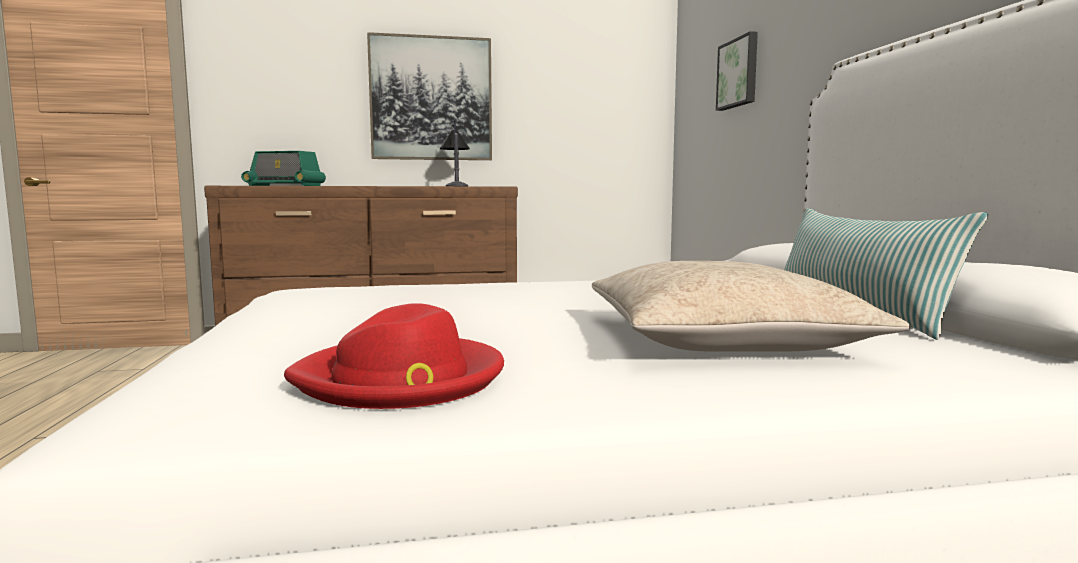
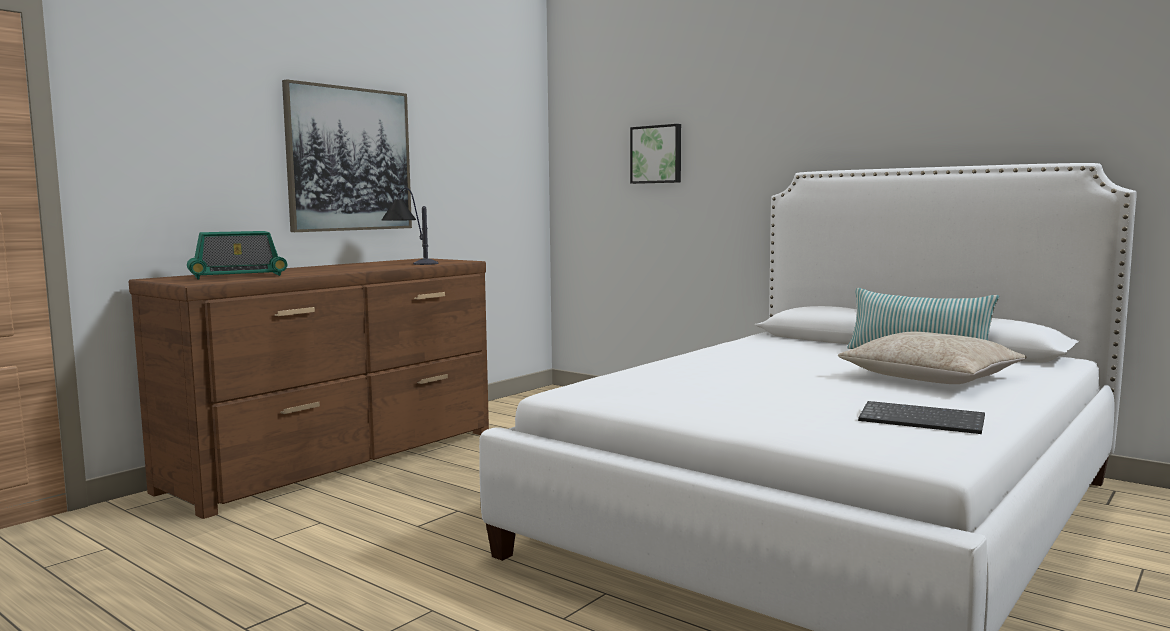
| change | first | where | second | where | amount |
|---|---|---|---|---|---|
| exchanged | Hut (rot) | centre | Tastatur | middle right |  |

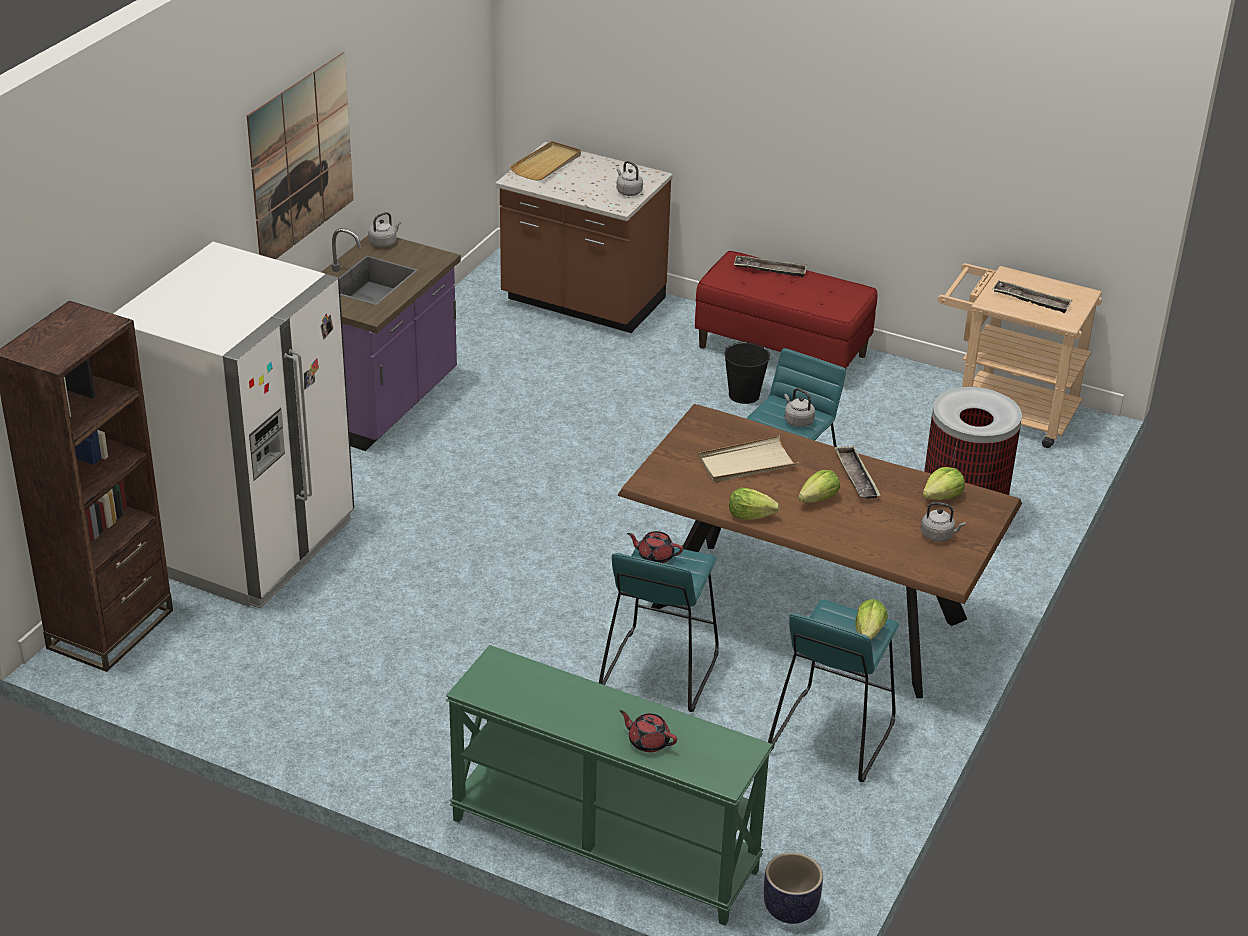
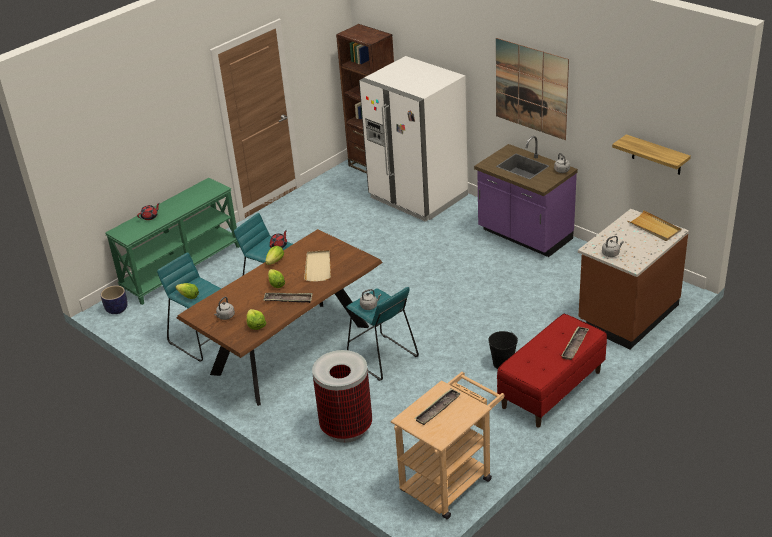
| change | first | where | second | where | amount |
|---|---|---|---|---|---|
| appeared |  |  | Wandregal | top right |  |

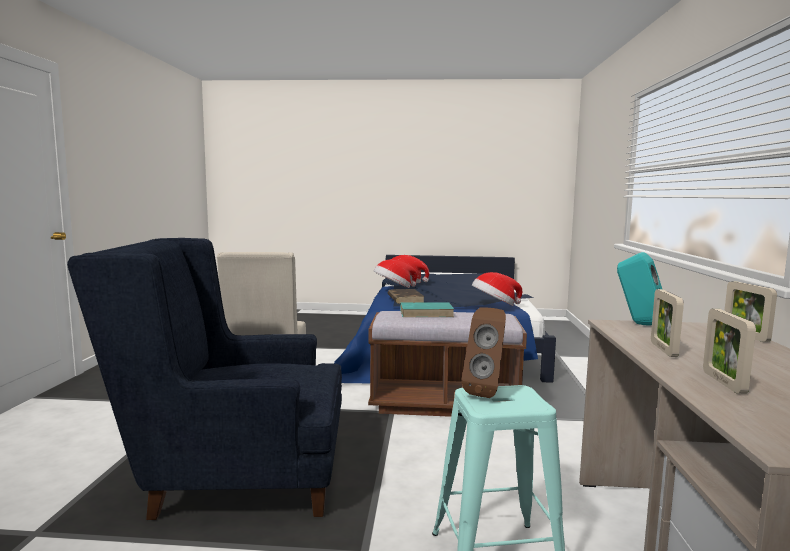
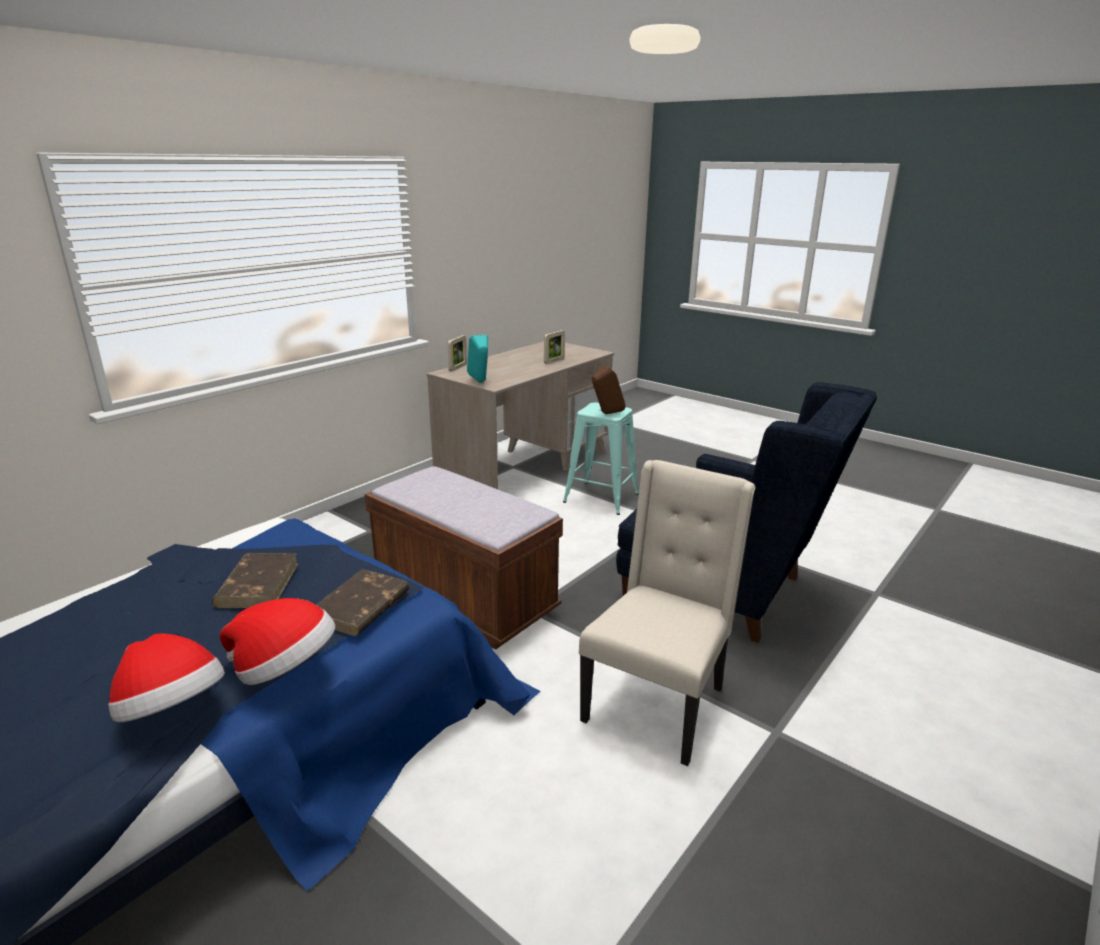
| change | first | where | second | where | amount |
|---|---|---|---|---|---|
| missing | Buch (türkis) | centre |  |  |  |
| missing | Hut (no. 3 from left) | centre |  |  |  |
| missing | Bilderrahmen (no. 1 from left) | middle right |  |  |  |
| appeared |  |  | Buch (braun) (no. 1 from left) | middle left |  |

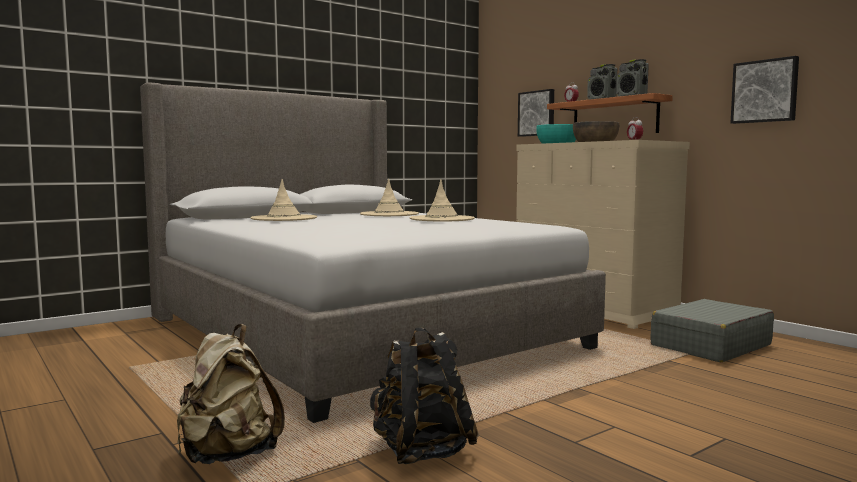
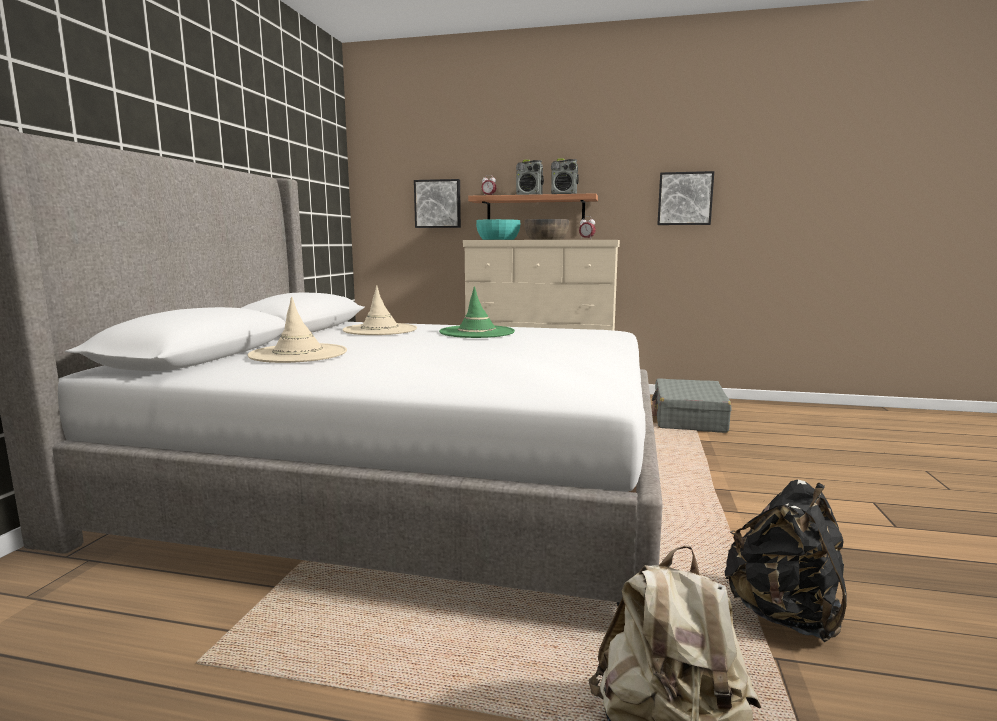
| change | first | where | second | where | amount |
|---|---|---|---|---|---|
| colour | Hut (beige) (no. 3 from left) | centre | Hut (grün) | centre |  |

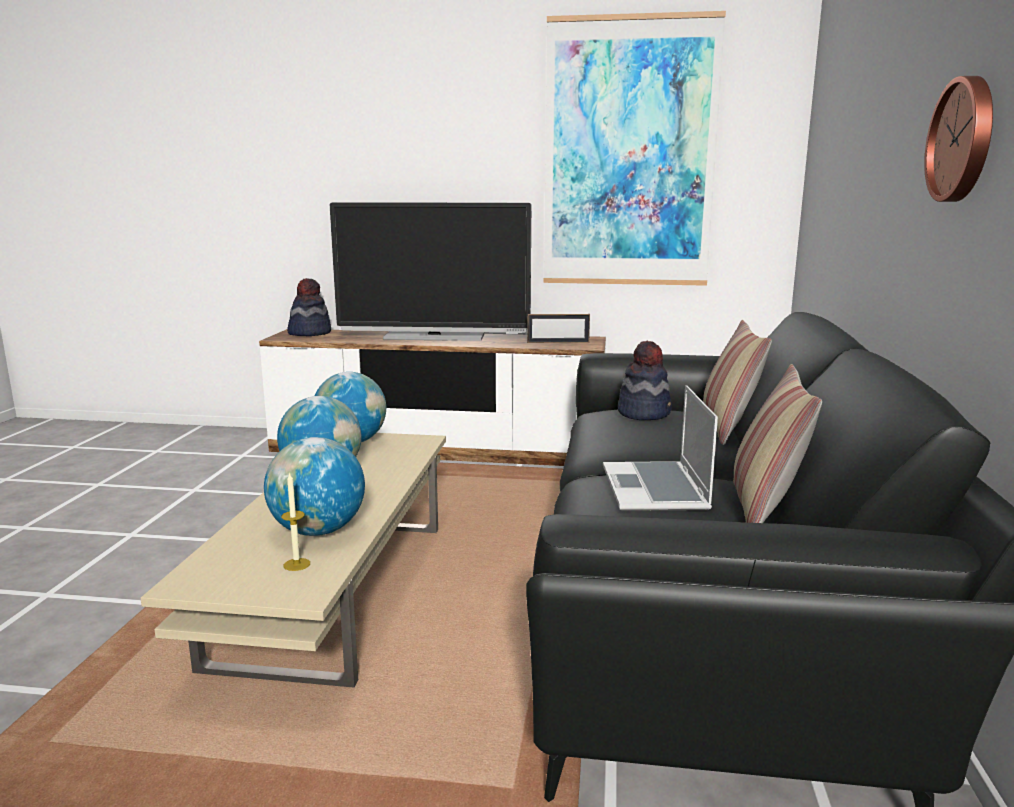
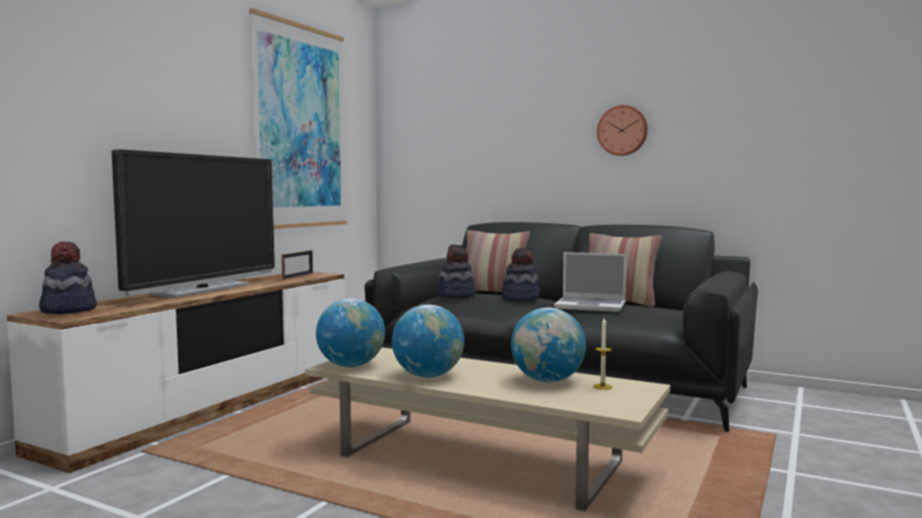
| change | first | where | second | where | amount |
|---|---|---|---|---|---|
| appeared |  |  | Hut (no. 3 from left) | centre |  |

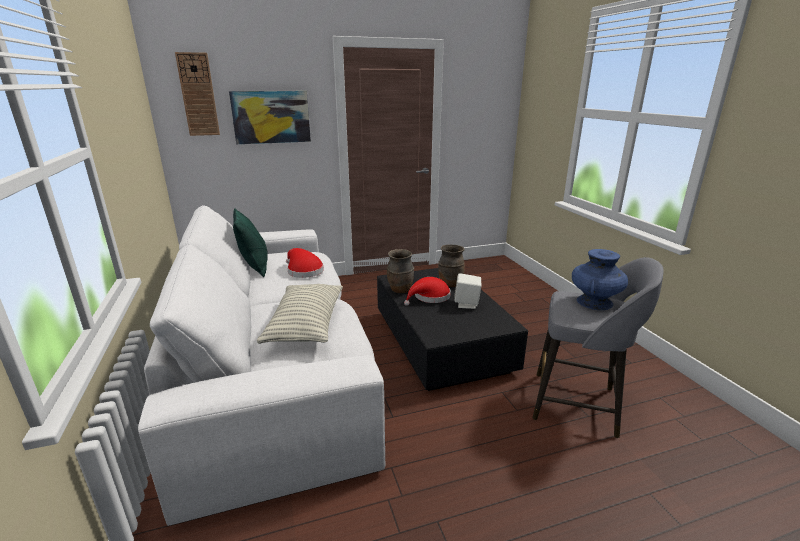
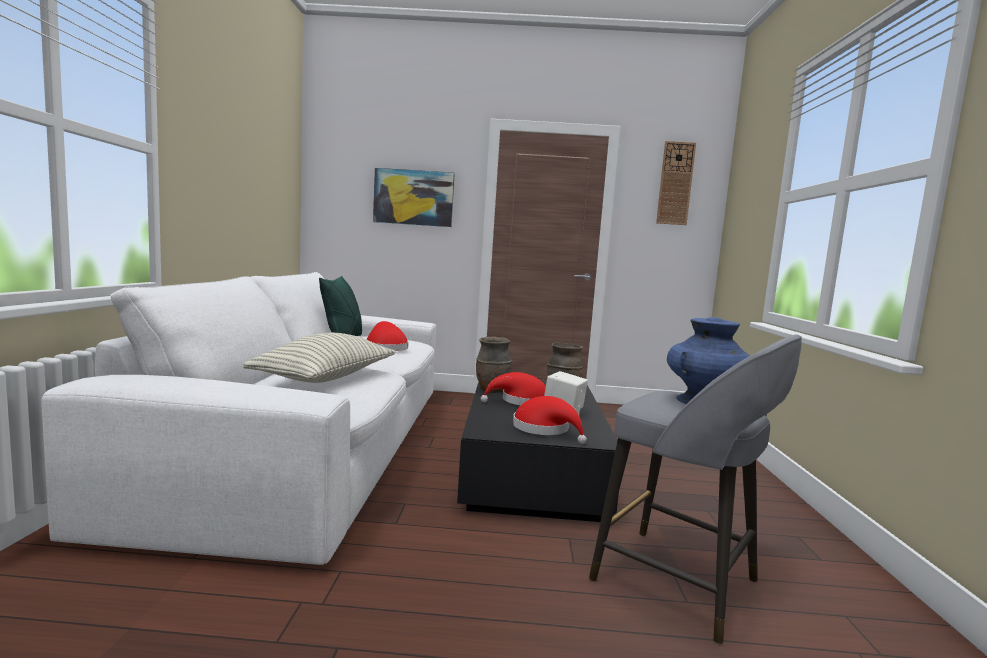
| change | first | where | second | where | amount |
|---|---|---|---|---|---|
| relocated | Wanduhr | top left |  | top right |  |
| appeared |  |  | Hut (rot) (no. 3 from left) | centre |  |

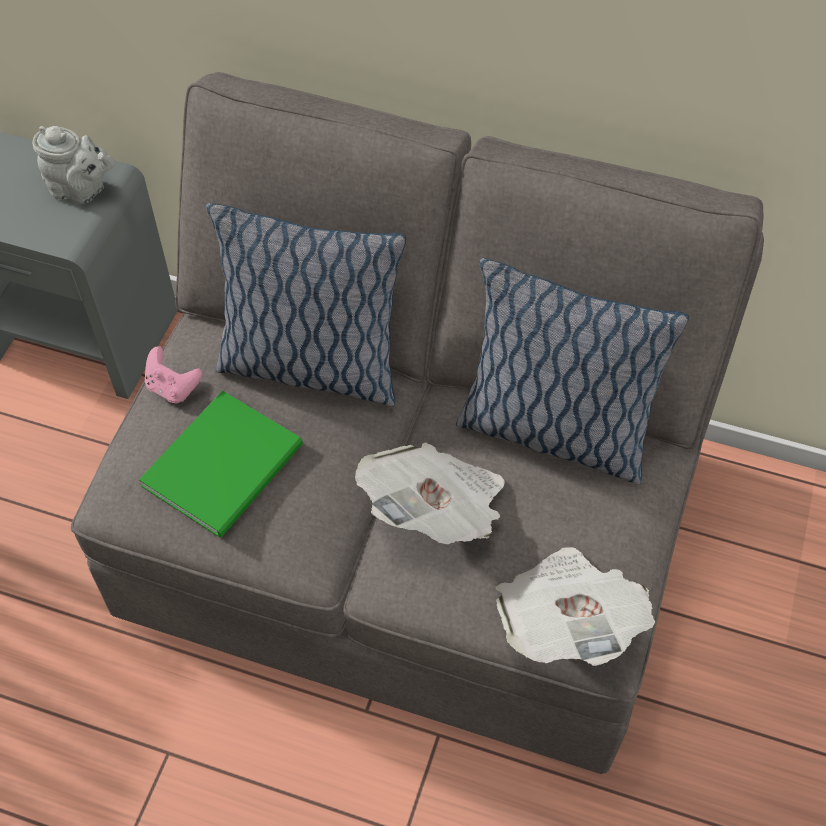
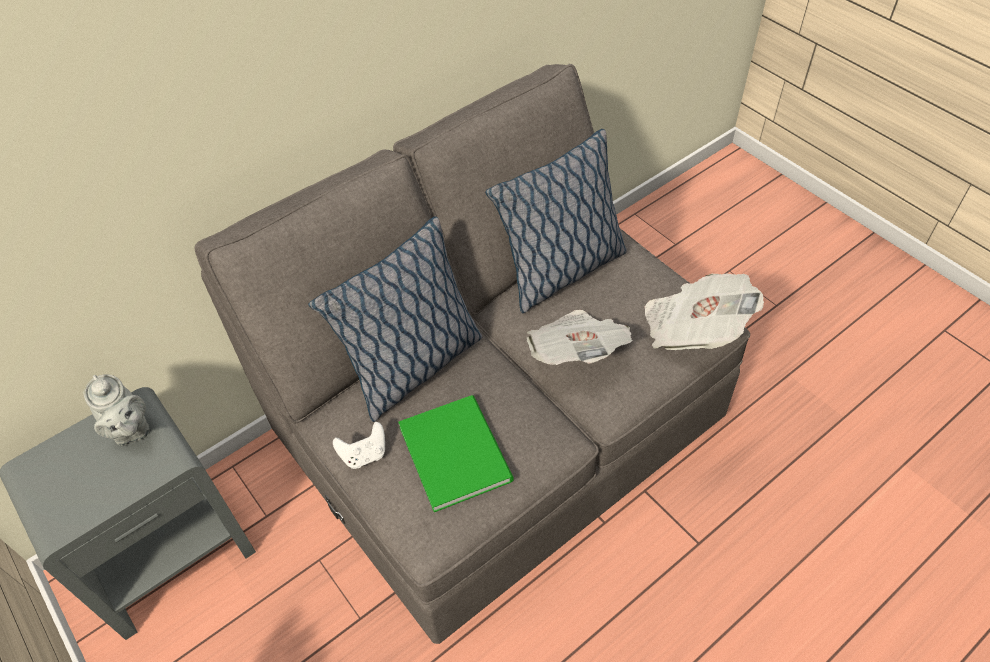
| change | first | where | second | where | amount |
|---|---|---|---|---|---|
| spun | Teekanne (grau) | top left |  | middle left | 90 degrees clockwise |
| colour | Gamepad (rosa) | middle left | Gamepad (weiß) | bottom centre |  |

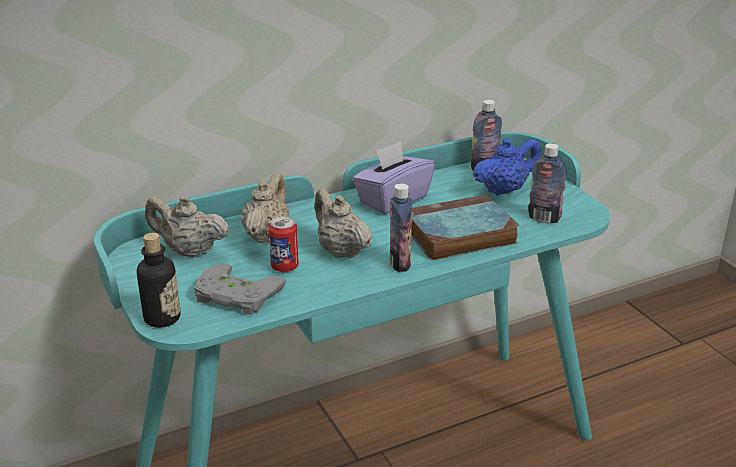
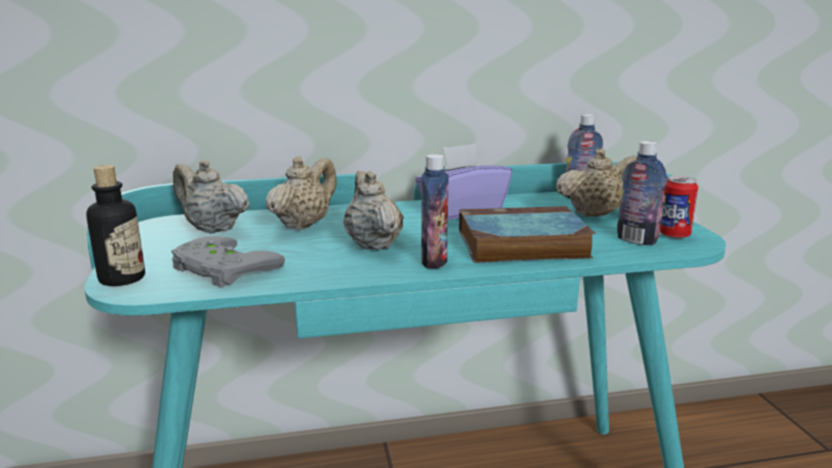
| change | first | where | second | where | amount |
|---|---|---|---|---|---|
| relocated | Dose | centre |  | middle right |  |
| colour | Teekanne (blau) | middle right | Teekanne (beige) (no. 4 from left) | middle right |  |

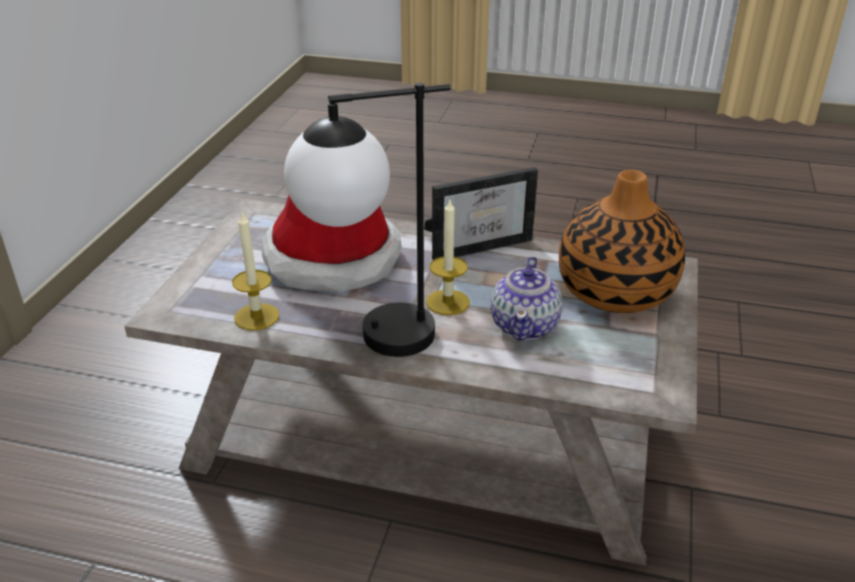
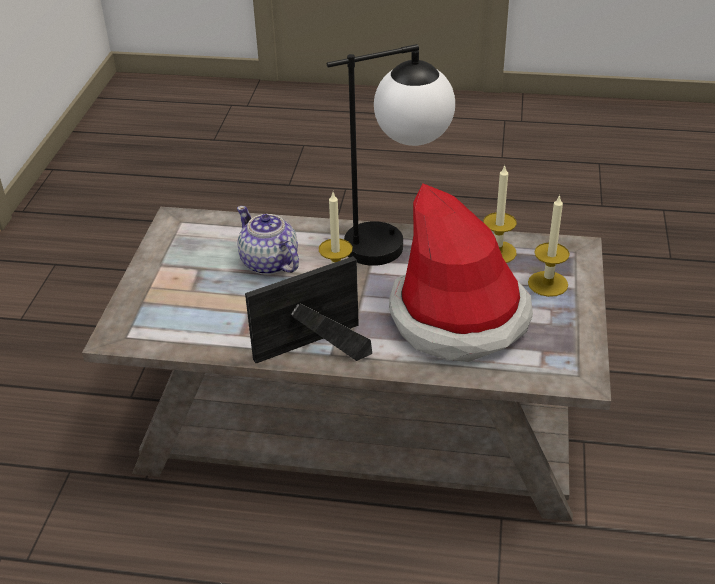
| change | first | where | second | where | amount |
|---|---|---|---|---|---|
| spun | Teekanne | centre |  | centre | 45 degrees counterclockwise |
| missing | Vase | middle right |  |  |  |
| appeared |  |  | Kerze (no. 3 from left) | middle right |  |

